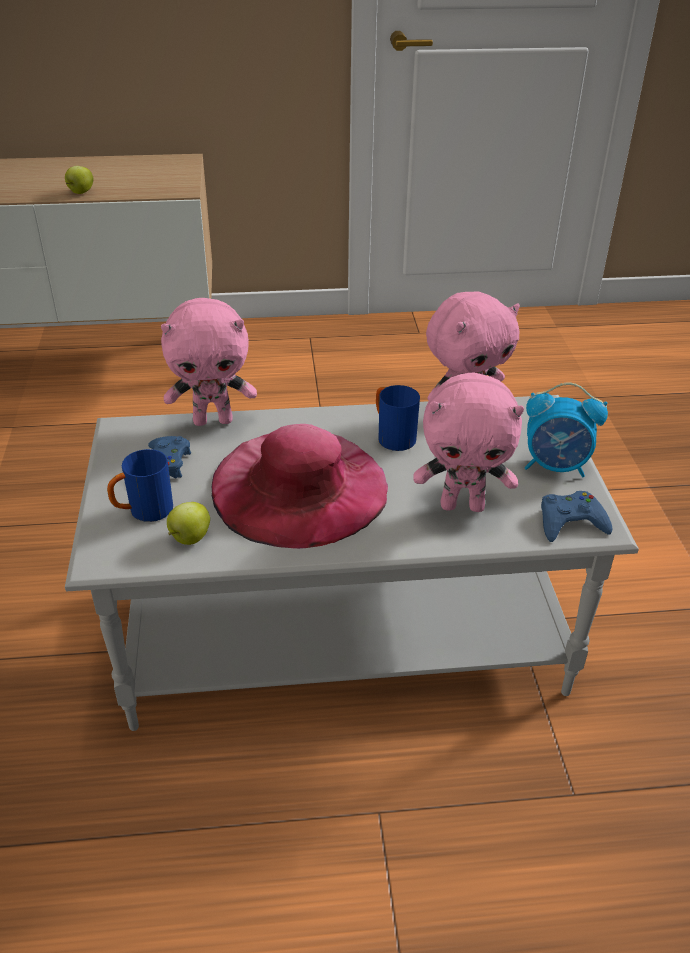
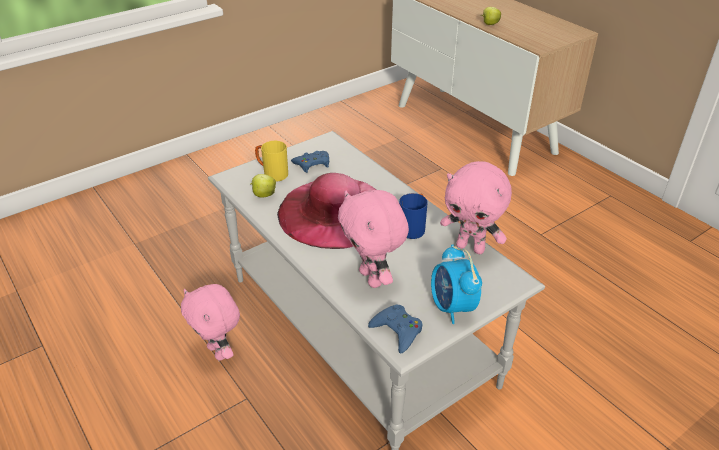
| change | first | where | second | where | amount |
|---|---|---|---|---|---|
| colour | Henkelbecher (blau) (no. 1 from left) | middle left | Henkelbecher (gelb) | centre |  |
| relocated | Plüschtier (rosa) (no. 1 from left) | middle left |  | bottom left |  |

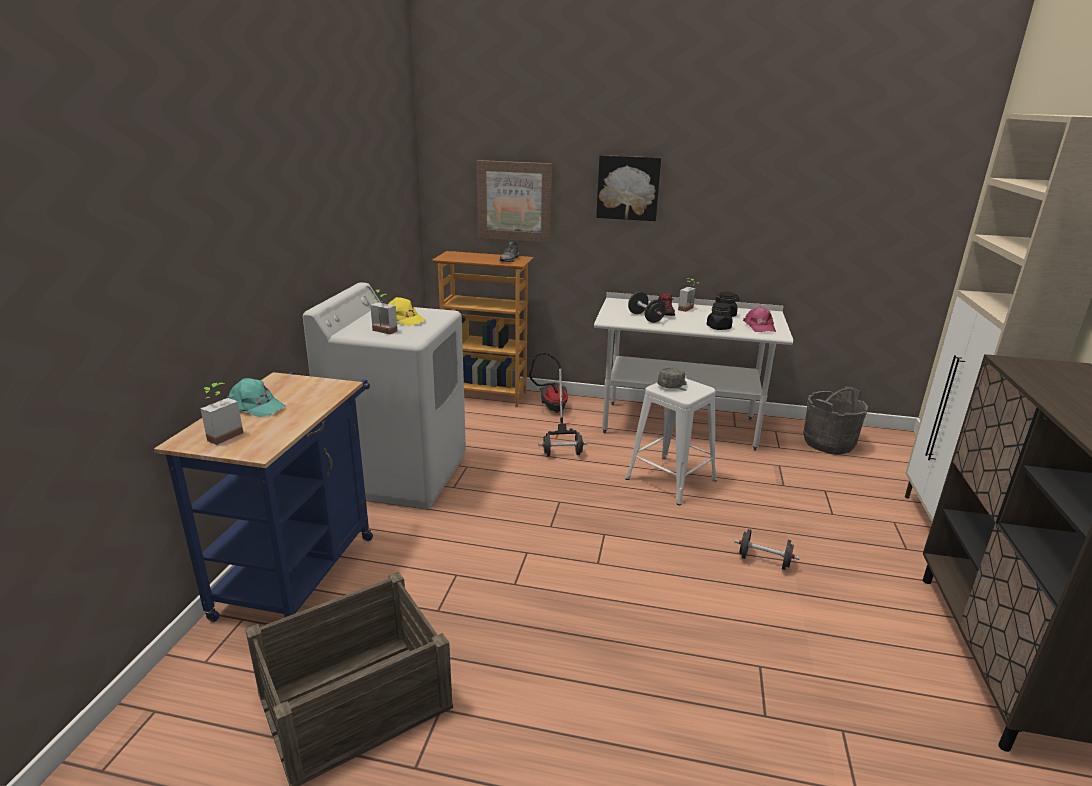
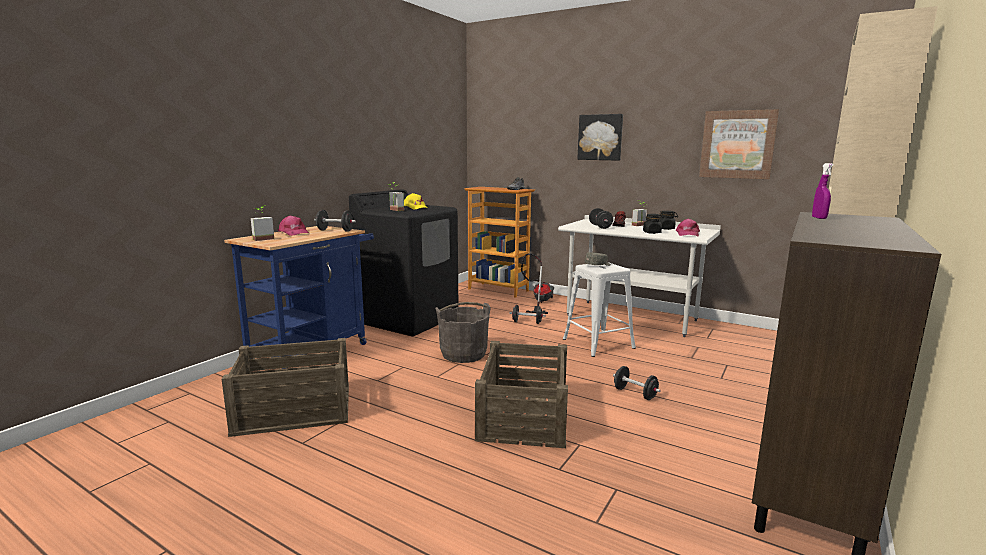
| change | first | where | second | where | amount |
|---|---|---|---|---|---|
| colour | Kappe (türkis) | middle left | Kappe (rosa) (no. 1 from left) | middle left |  |
| colour | Waschmaschine (weiß) | centre | Waschmaschine (schwarz) | centre |  |
| relocated | Bild (no. 1 from left in the first image) | top centre | Bild (no. 2 from left) | top right |  |
| relocated | Eimer (grau) | middle right |  | centre |  |
| appeared |  |  | Hantel (schwarz) (no. 1 from left) | centre |  |
| appeared |  |  | Kiste (no. 2 from left) | bottom centre |  |
| appeared |  |  | Sprühflasche (lila) | middle right |  |

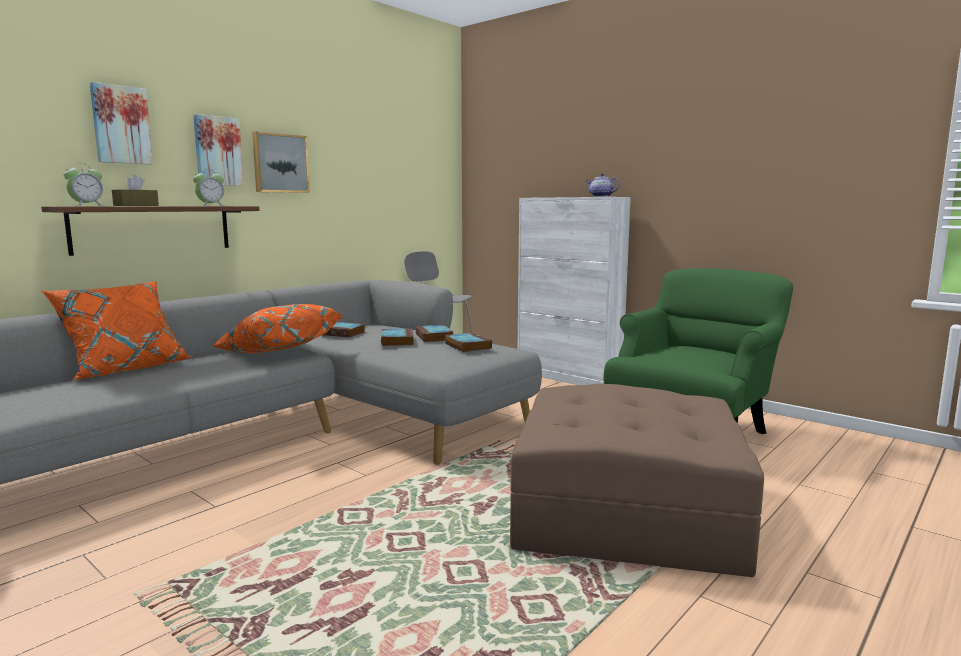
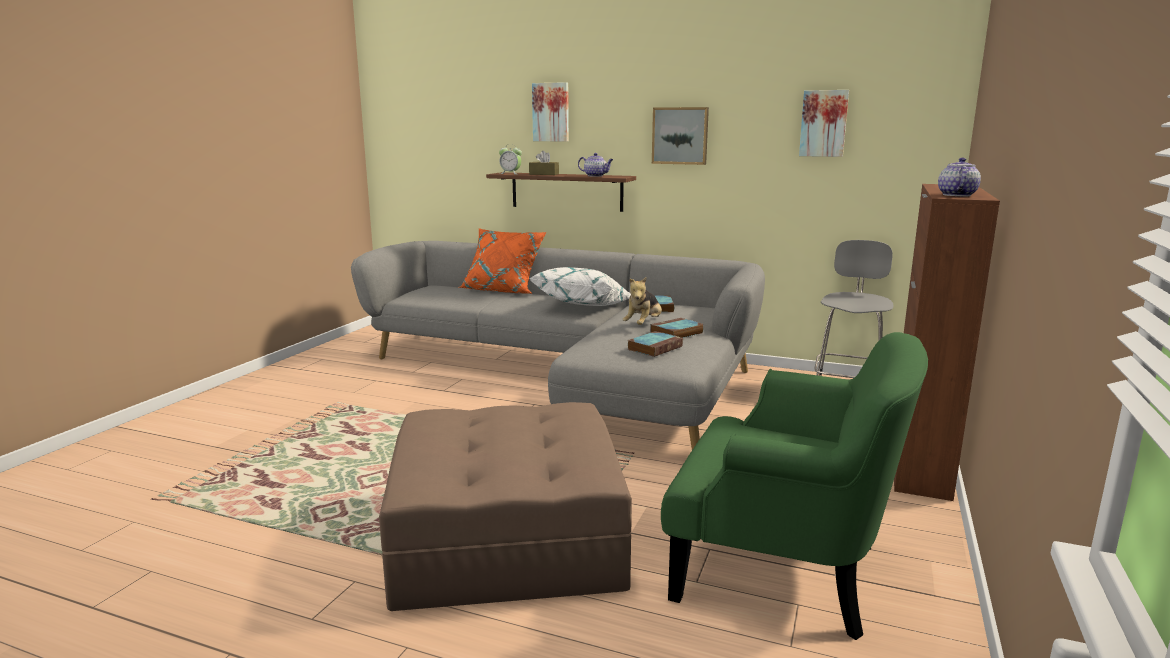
| change | first | where | second | where | amount |
|---|---|---|---|---|---|
| relocated | Bild (no. 2 from left in the first image) | top left | Bild (no. 3 from left) | top right |  |
| exchanged | Wecker (no. 2 from left) | top left | Teekanne (no. 1 from left) | top centre |  |
| colour | Kissen (orange) (no. 2 from left) | middle left | Kissen (weiß) | centre |  |
| exchanged | Buch (no. 2 from left) | centre | Plüschtier | centre |  |
| colour | Schrank (weiß) | centre | Schrank (braun) | middle right |  |

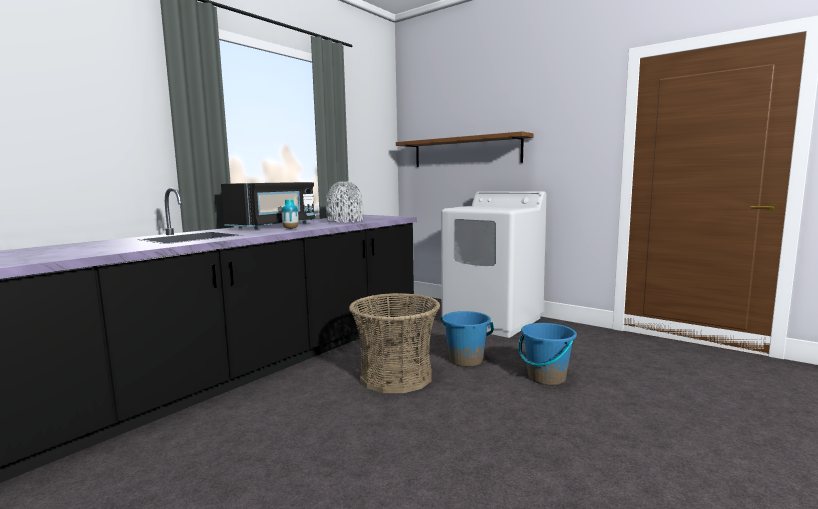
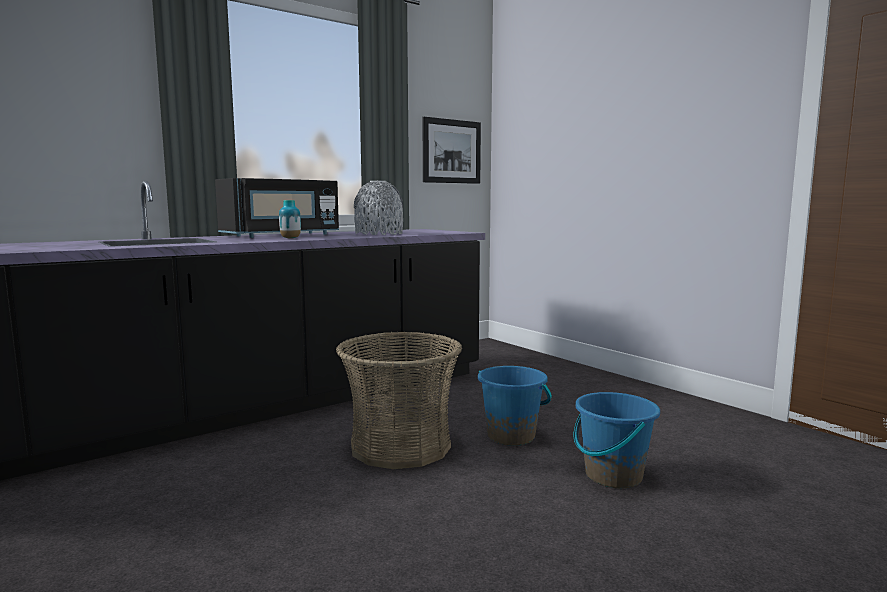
| change | first | where | second | where | amount |
|---|---|---|---|---|---|
| missing | Wandregal (braun) | top centre |  |  |  |
| missing | Waschmaschine (weiß) | centre |  |  |  |
| appeared |  |  | Bild | top centre |  |

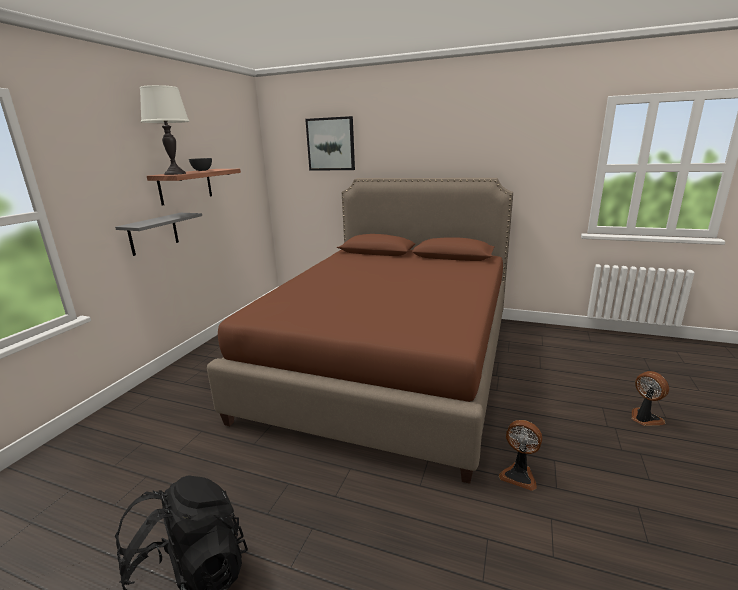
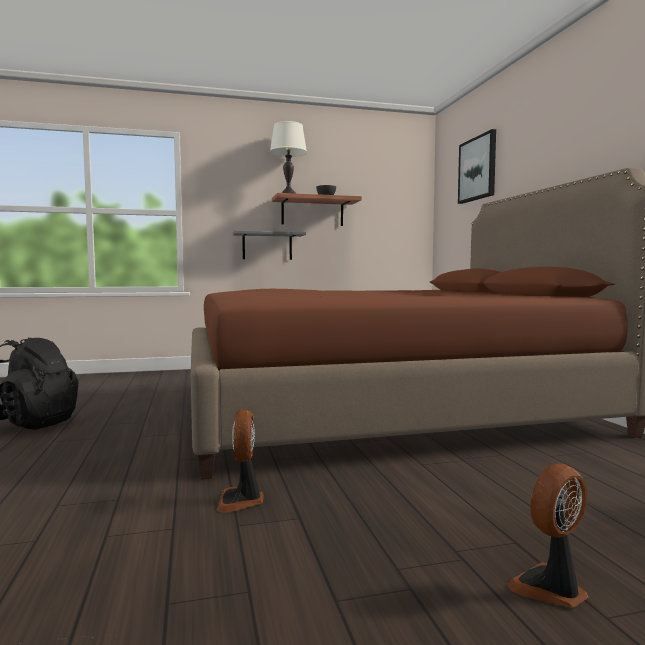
| change | first | where | second | where | amount |
|---|---|---|---|---|---|
| spun | Ventilator (no. 2 from left) | bottom right |  | bottom right | 150 degrees counterclockwise |

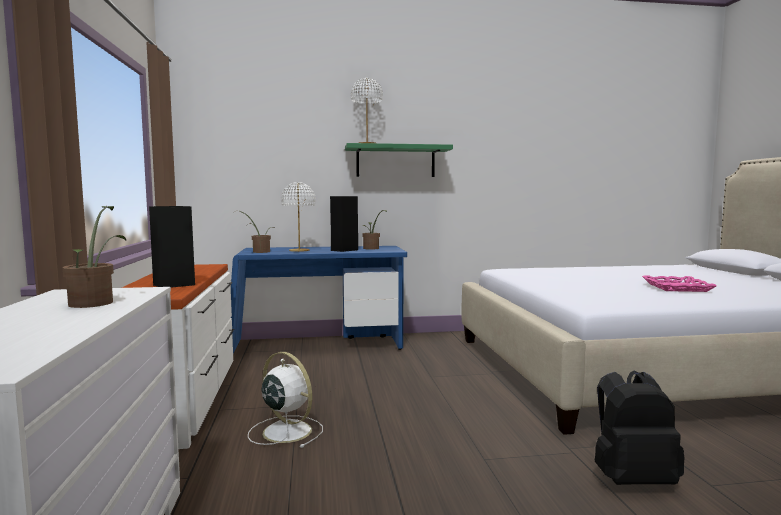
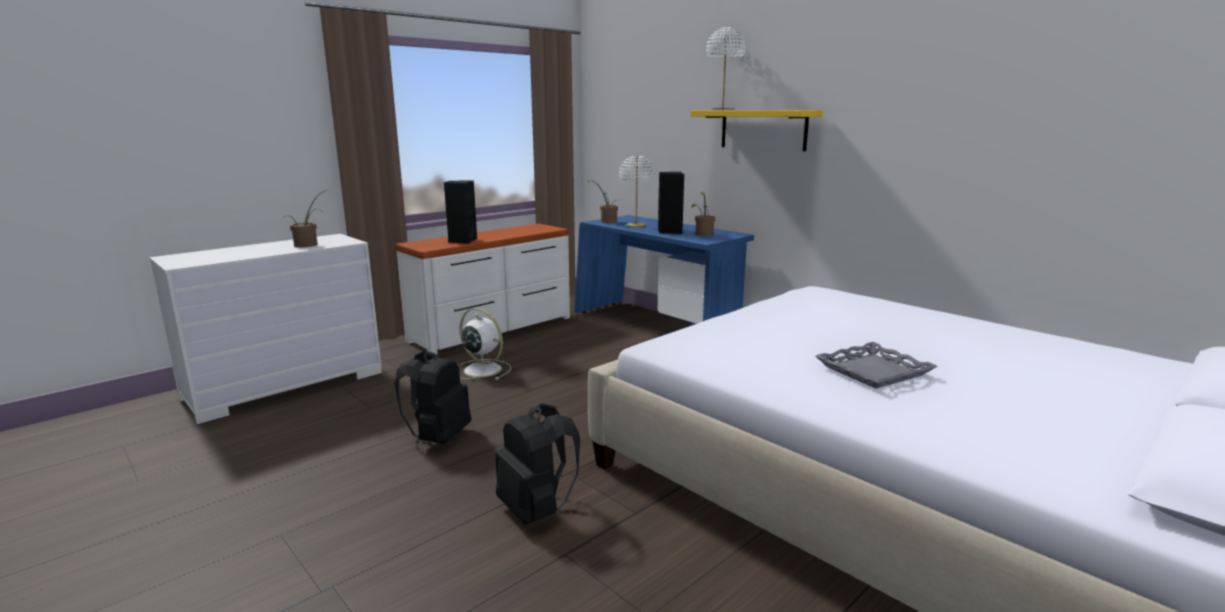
| change | first | where | second | where | amount |
|---|---|---|---|---|---|
| spun | Ventilator (weiß) | bottom centre |  | centre | 60 degrees counterclockwise |
| colour | Wandregal (grün) | top centre | Wandregal (gelb) | top centre |  |
| colour | Tablett (rosa) | middle right | Tablett (grau) | middle right |  |
| appeared |  |  | Rucksack (schwarz) (no. 1 from left) | centre |  |

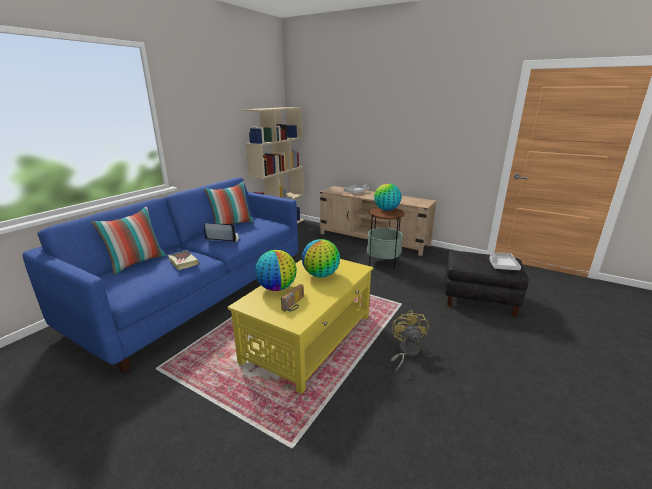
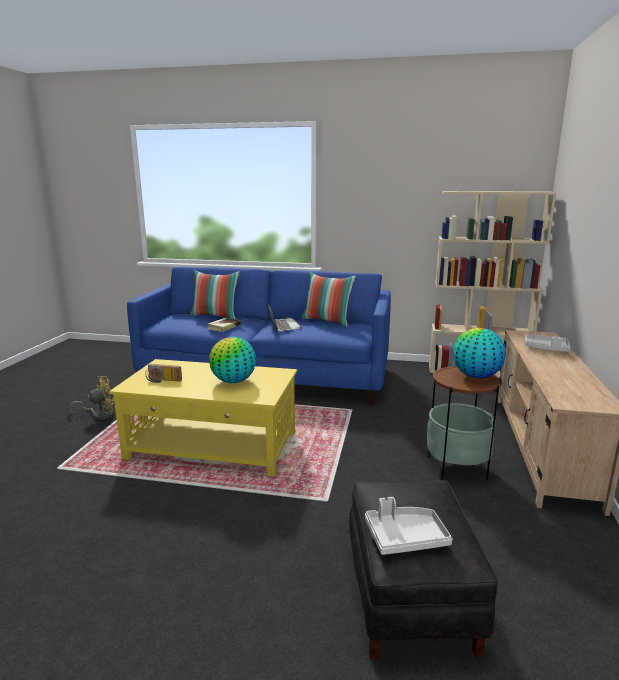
| change | first | where | second | where | amount |
|---|---|---|---|---|---|
| missing | Globus (no. 1 from left) | centre |  |  |  |
| relocated | Ventilator (gelb) | bottom centre |  | middle left |  |

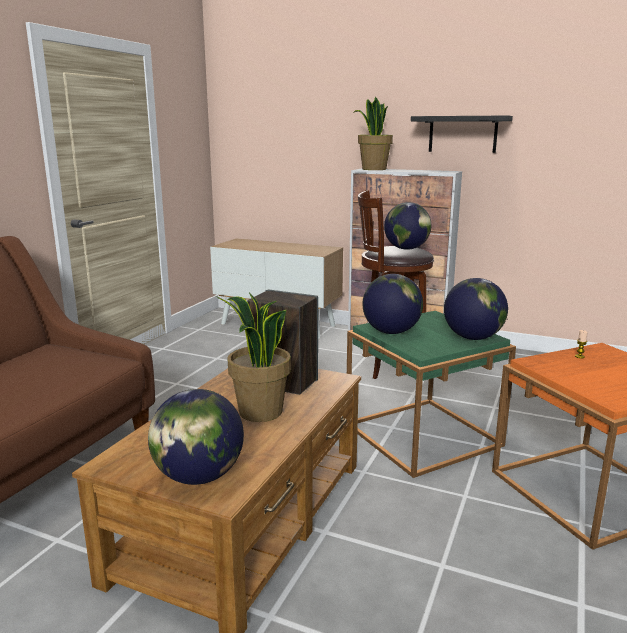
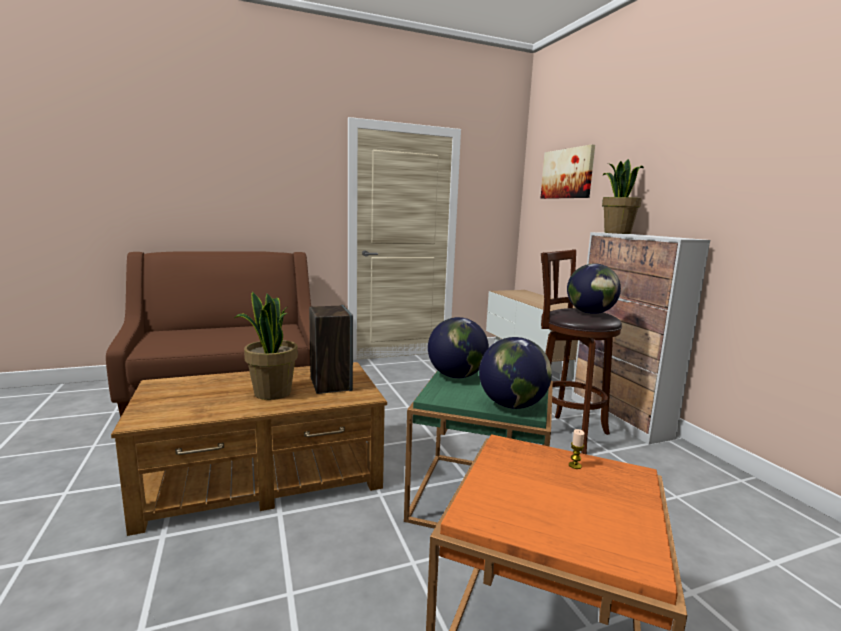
| change | first | where | second | where | amount |
|---|---|---|---|---|---|
| missing | Globus (no. 1 from left) | bottom left |  |  |  |
| missing | Wandregal (schwarz) | top right |  |  |  |
| appeared |  |  | Bild | top right |  |

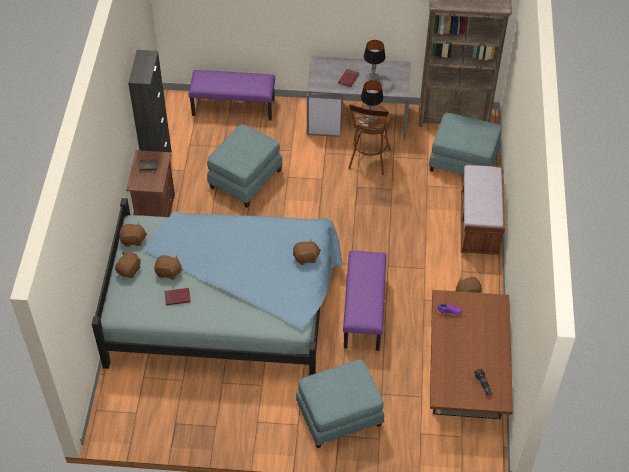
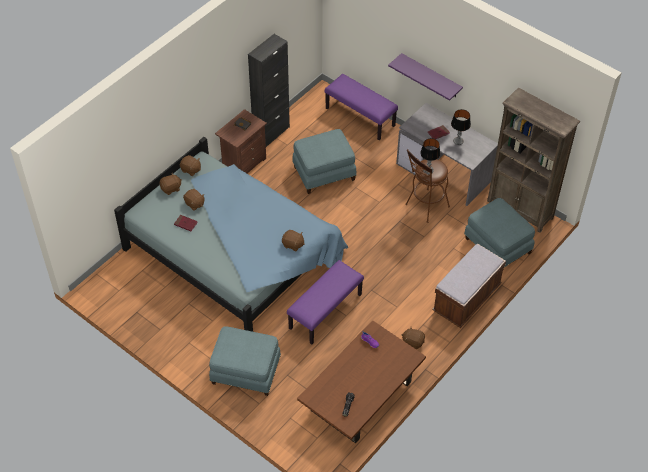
| change | first | where | second | where | amount |
|---|---|---|---|---|---|
| appeared |  |  | Wandregal (lila) | top centre |  |

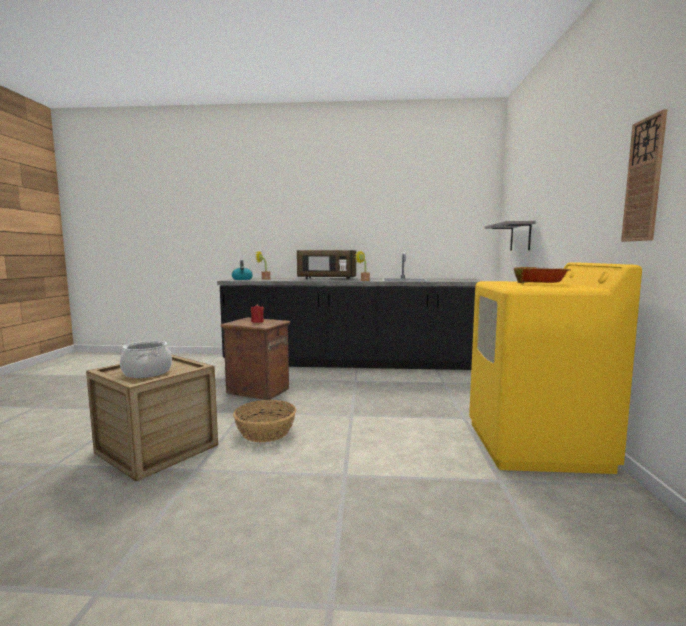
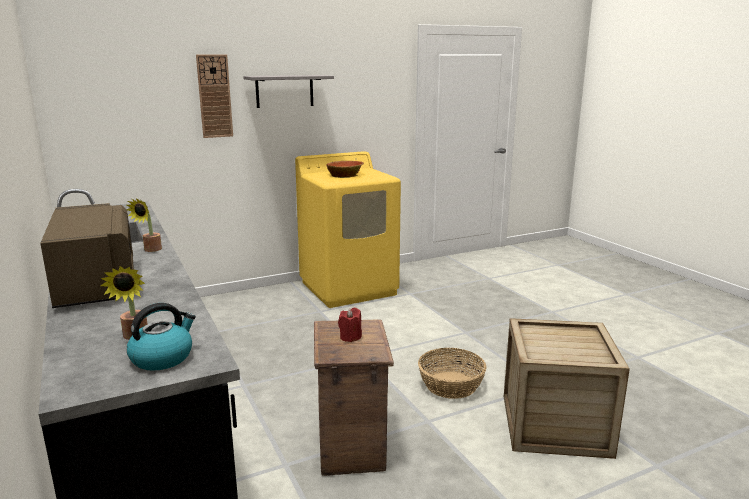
| change | first | where | second | where | amount |
|---|---|---|---|---|---|
| missing | Kochtopf | middle left |  |  |  |
| relocated | Wandregal (grau) | middle right |  | top centre |  |
| relocated | Wanduhr | top right |  | top left |  |

